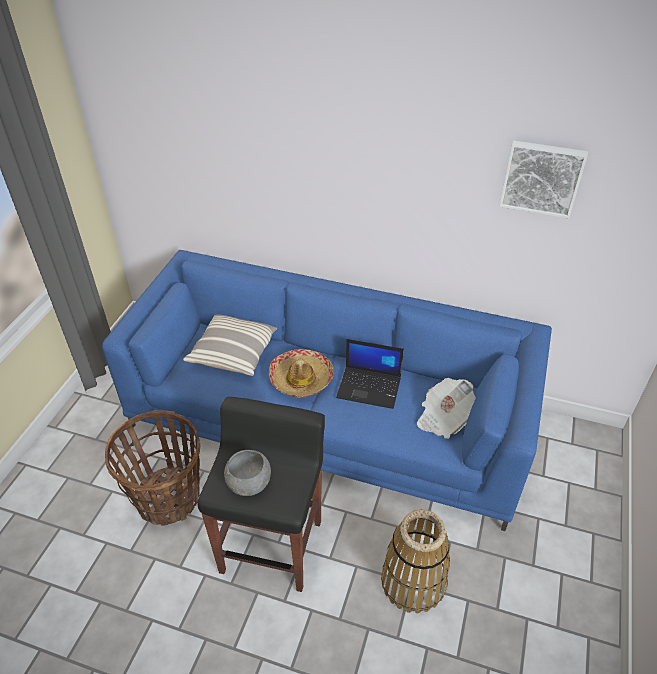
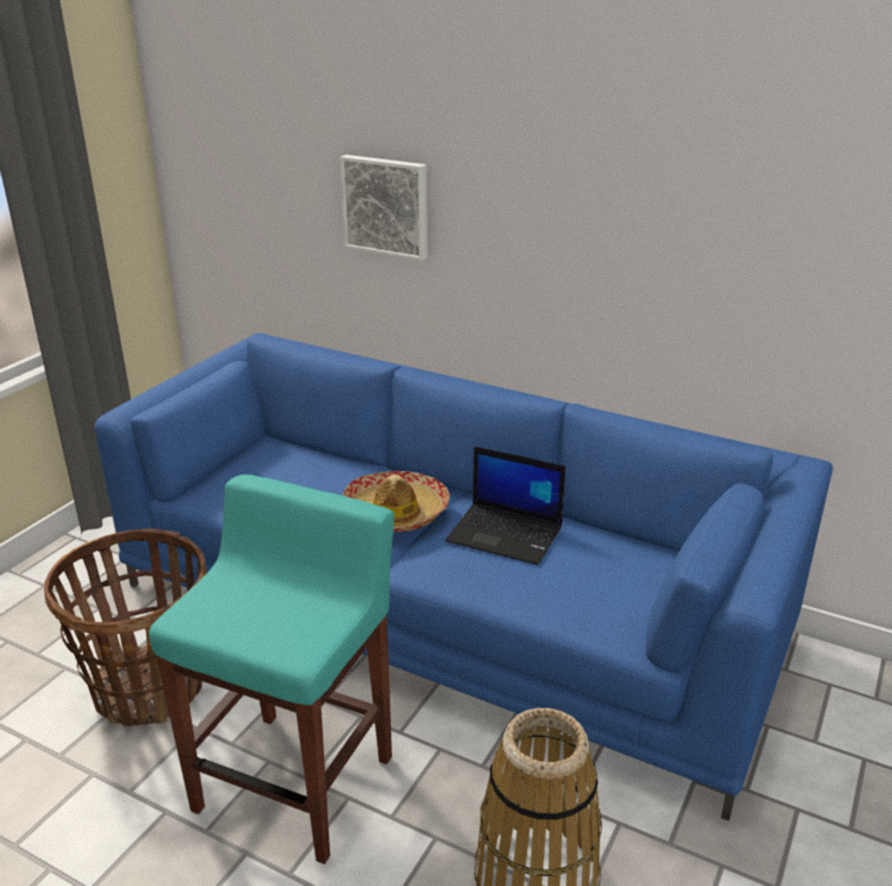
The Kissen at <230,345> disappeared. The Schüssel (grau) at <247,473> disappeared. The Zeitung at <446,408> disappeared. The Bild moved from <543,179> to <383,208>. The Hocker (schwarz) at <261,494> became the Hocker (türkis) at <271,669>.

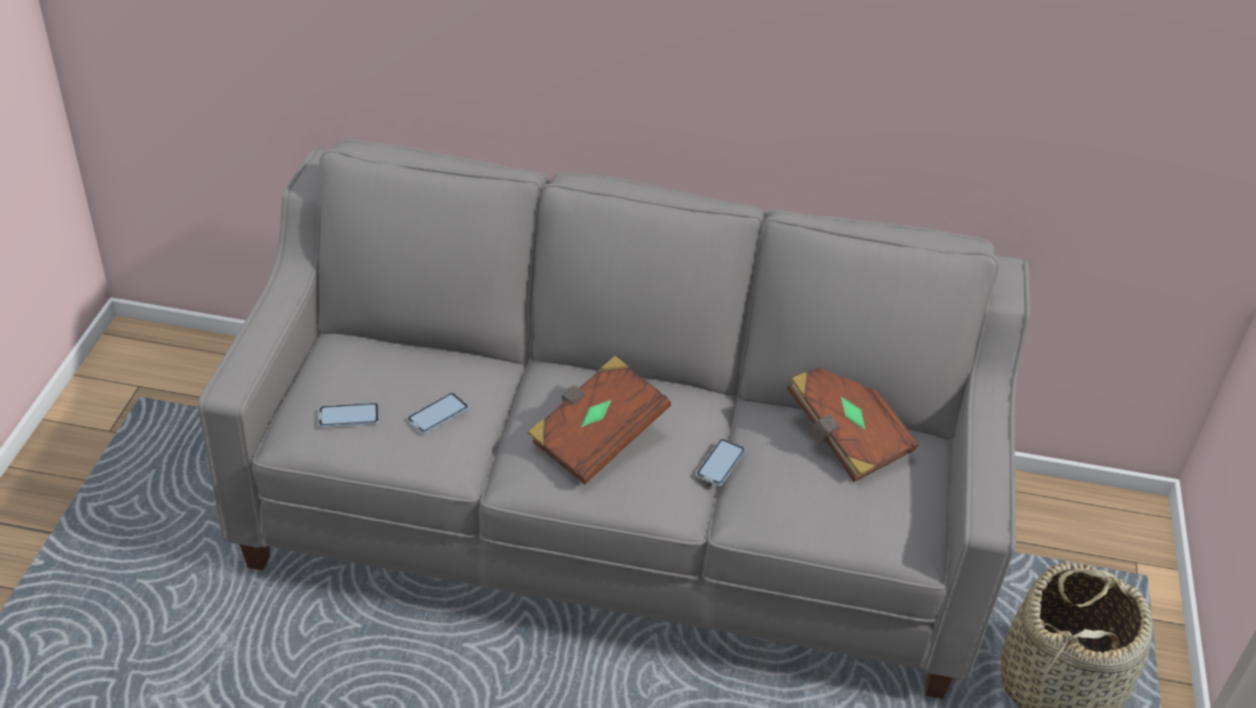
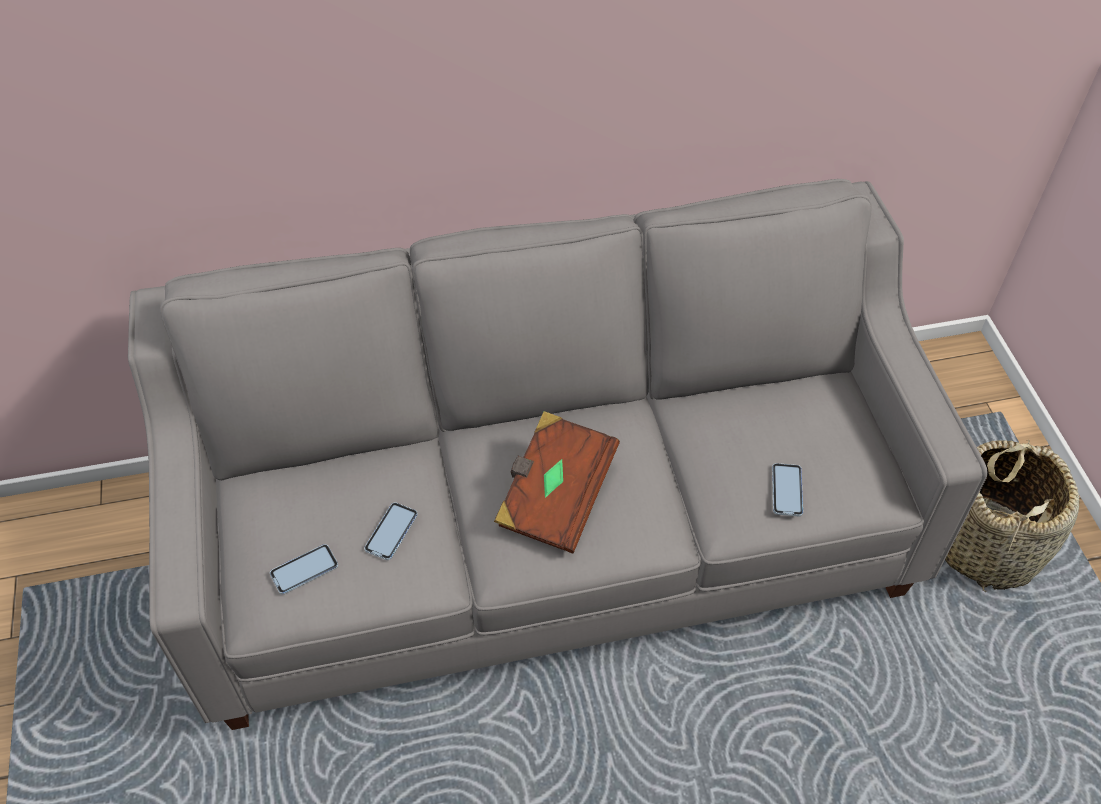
The Buch (braun) at <853,424> disappeared. The Handy moved from <720,462> to <787,489>.

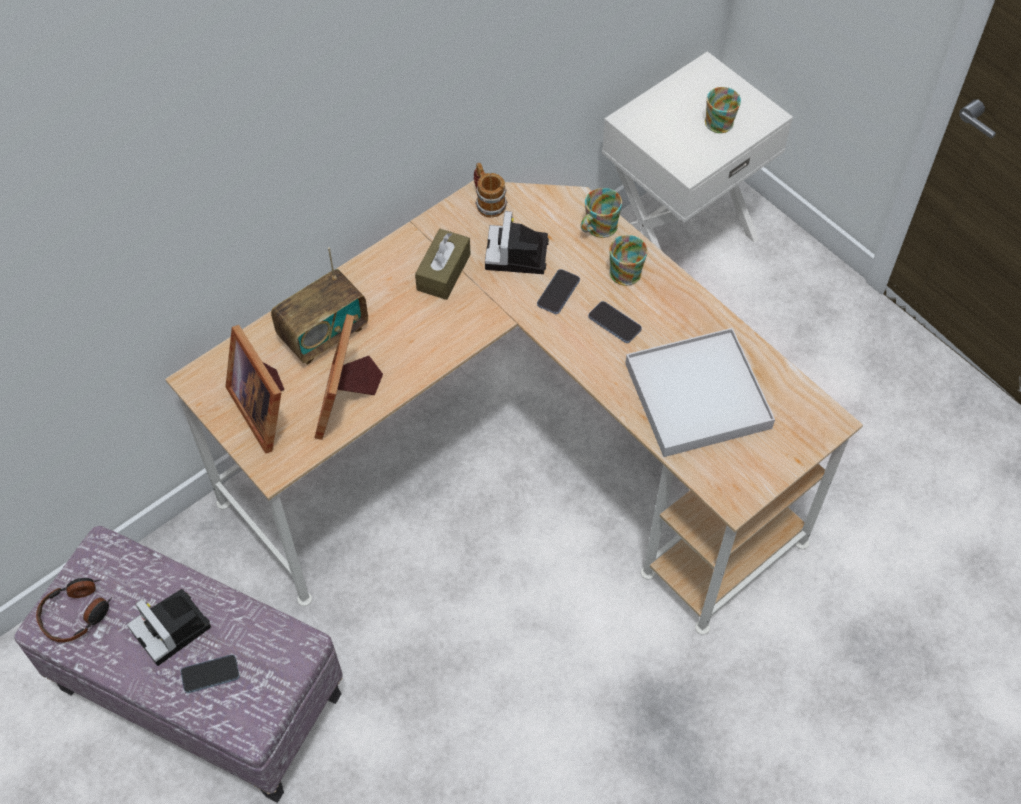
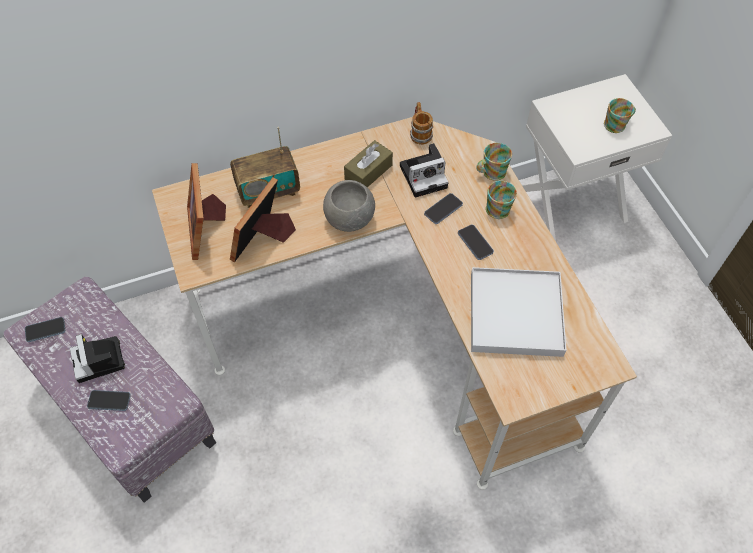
The Schüssel (grau) at <349,206> appeared. The Kopfhörer at <74,610> was replaced by the Handy at <45,329>. The Kamera at <517,242> turned 135 degrees counterclockwise.

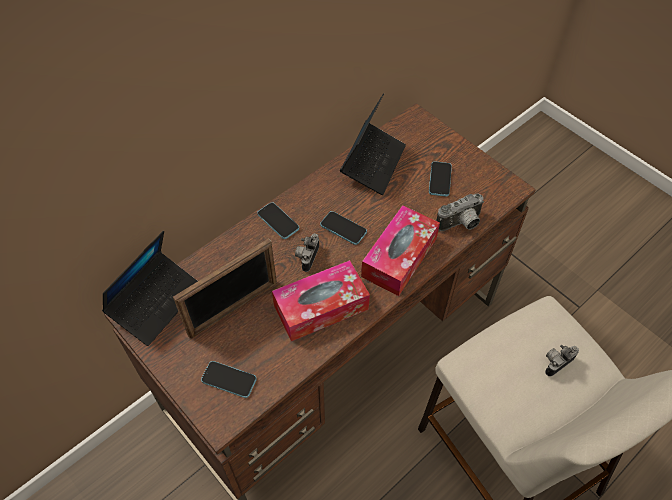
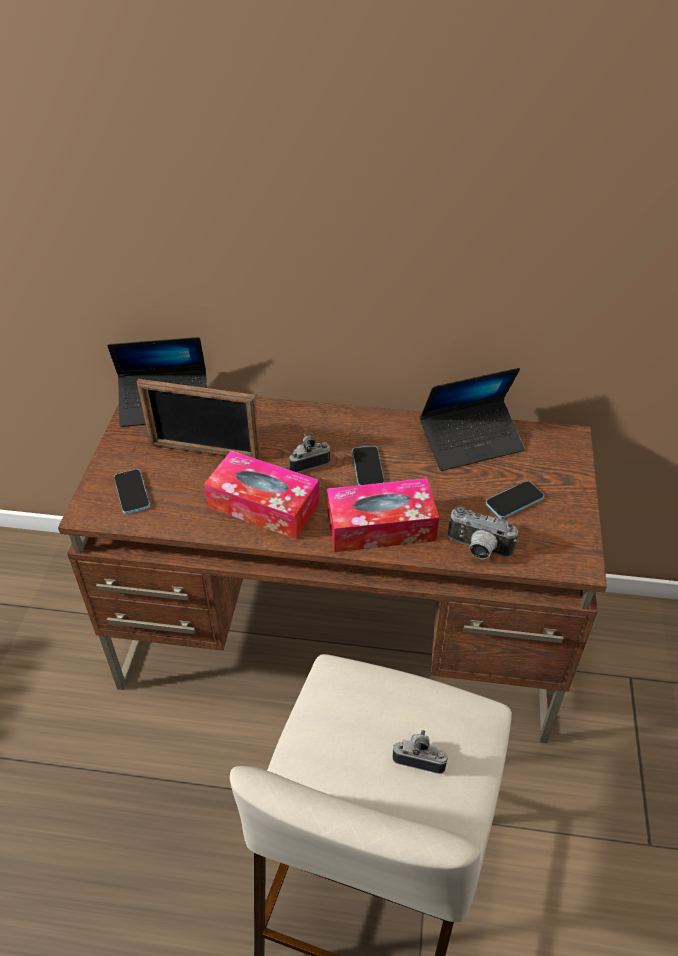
The Handy at <278,220> disappeared.

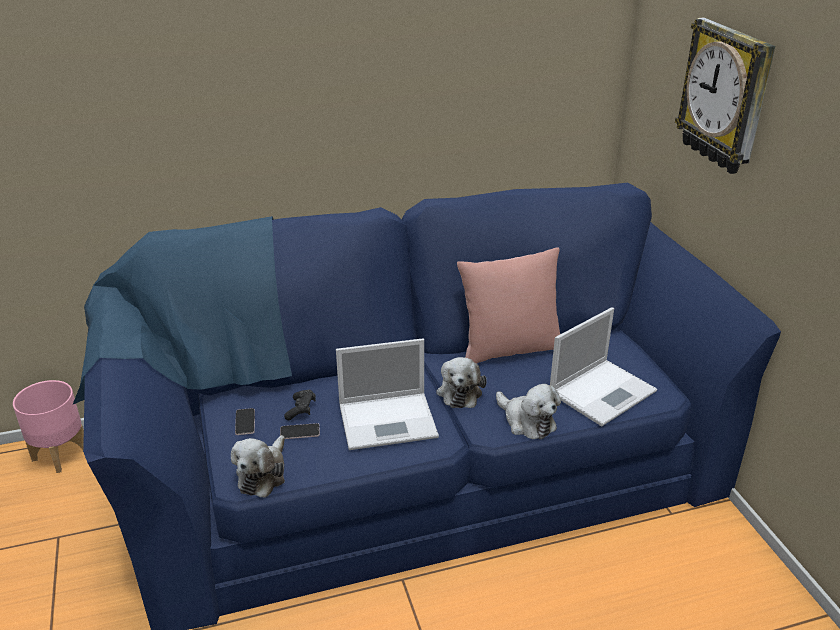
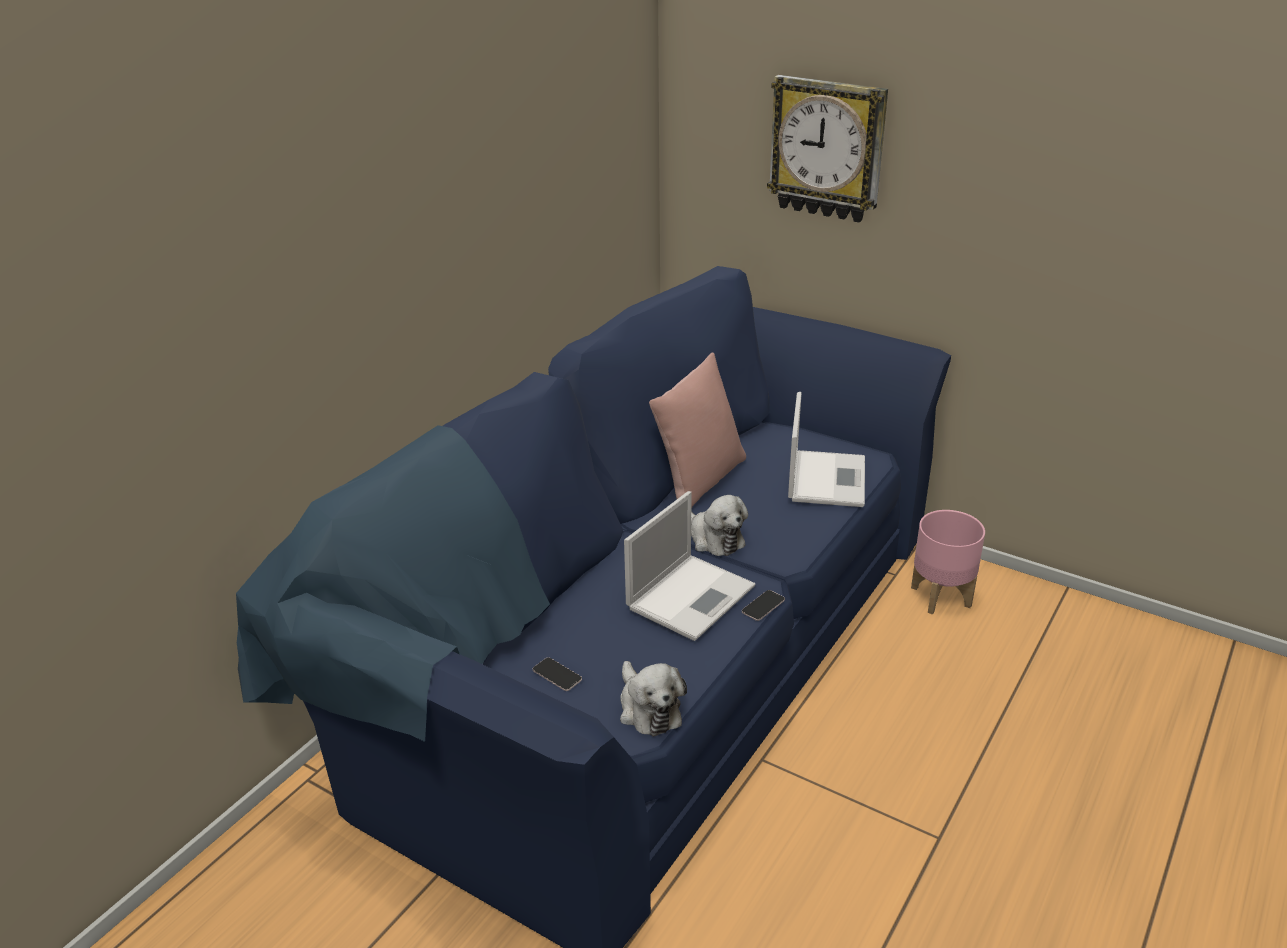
The Gamepad (schwarz) at <300,405> disappeared. The Plüschtier at <528,411> disappeared. The Pflanzkübel (rosa) moved from <48,426> to <948,562>. The Handy moved from <300,431> to <763,605>.

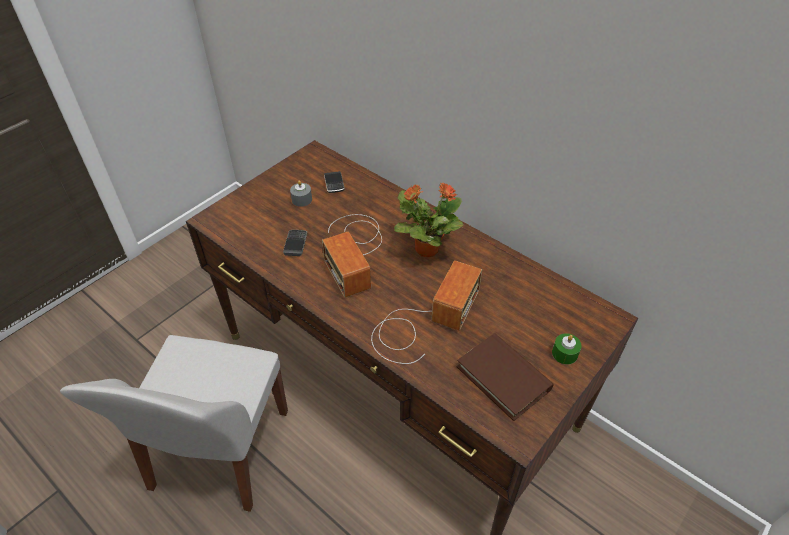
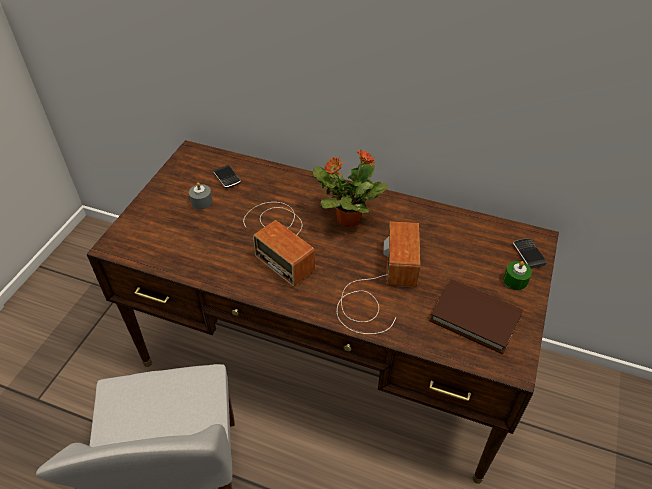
The Handy moved from <295,243> to <530,253>.

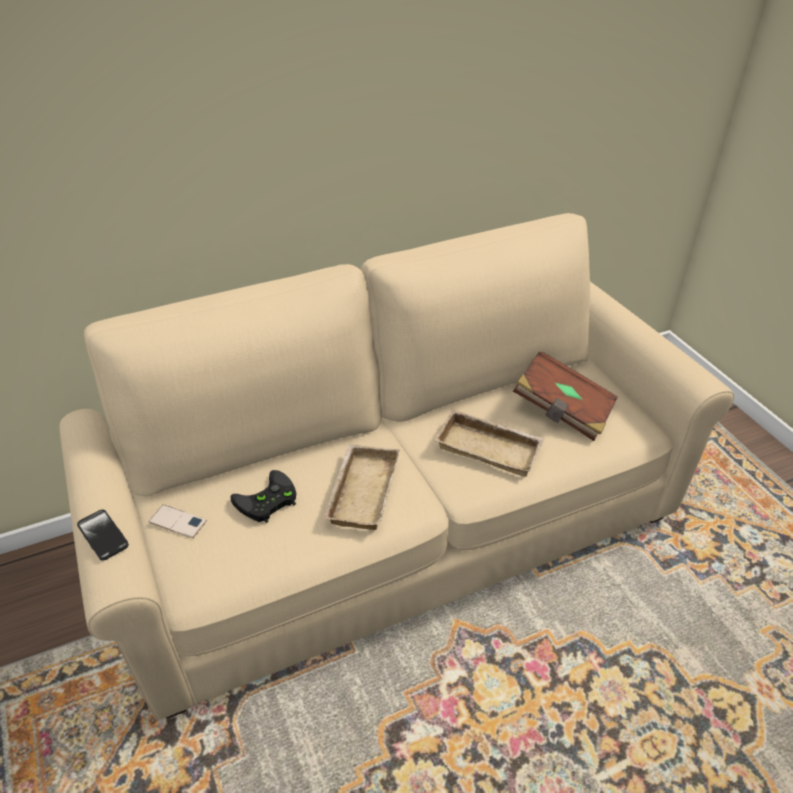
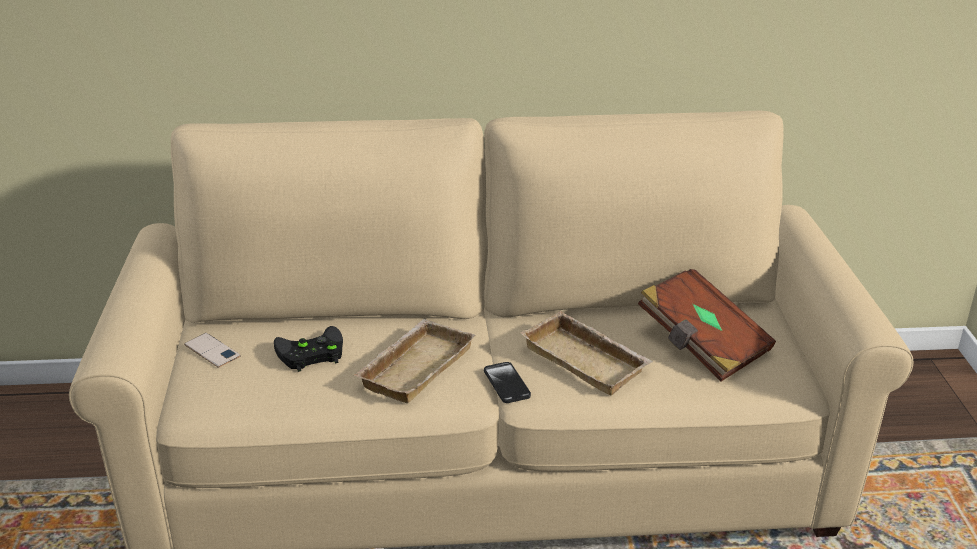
The Handy moved from <103,535> to <507,382>.

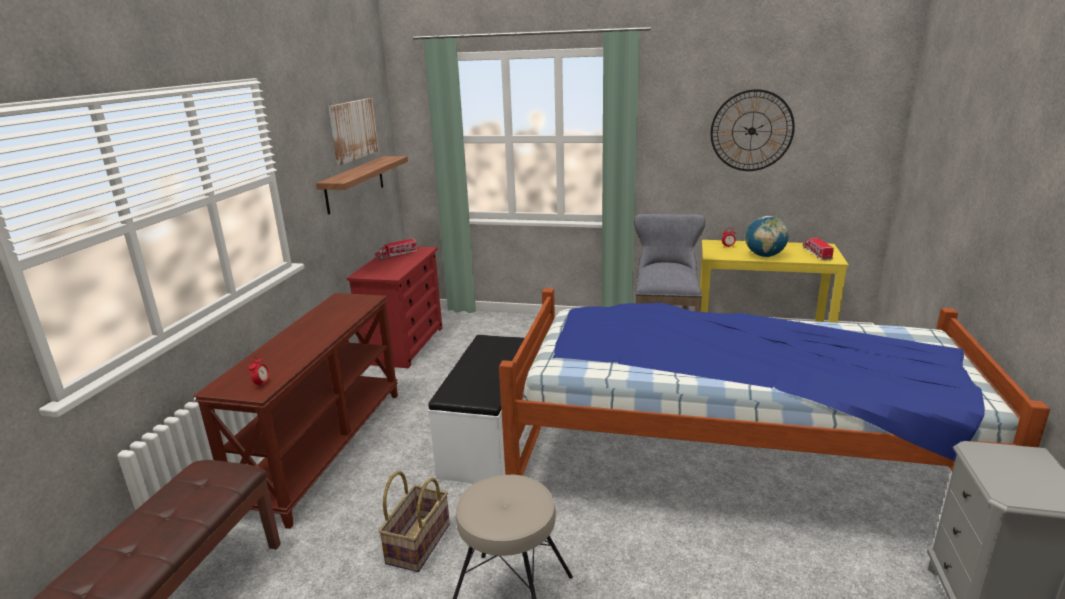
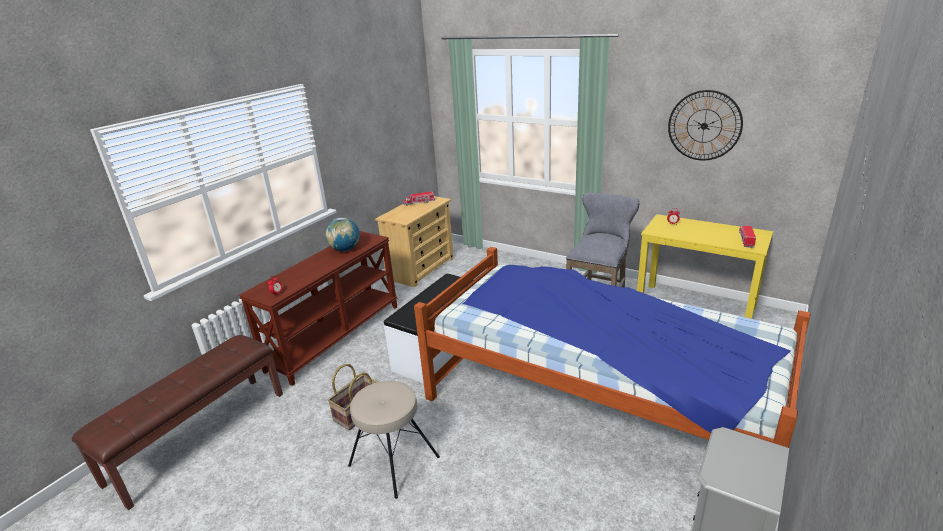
The Wandregal at <362,185> disappeared. The Bild at <353,131> disappeared. The Globus moved from <767,236> to <342,234>. The Kommode (rot) at <394,307> became the Kommode (beige) at <414,241>.

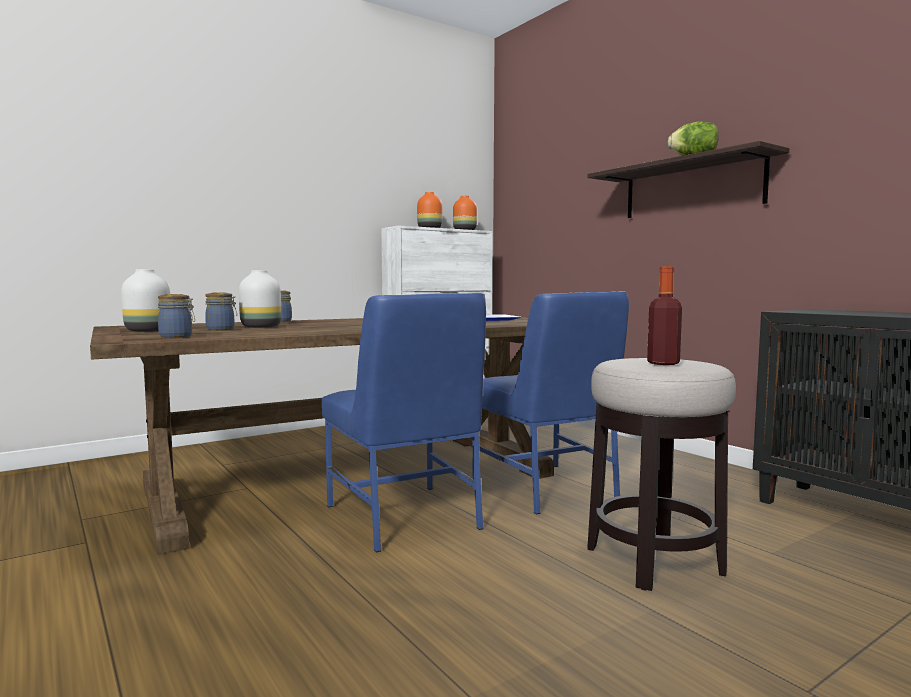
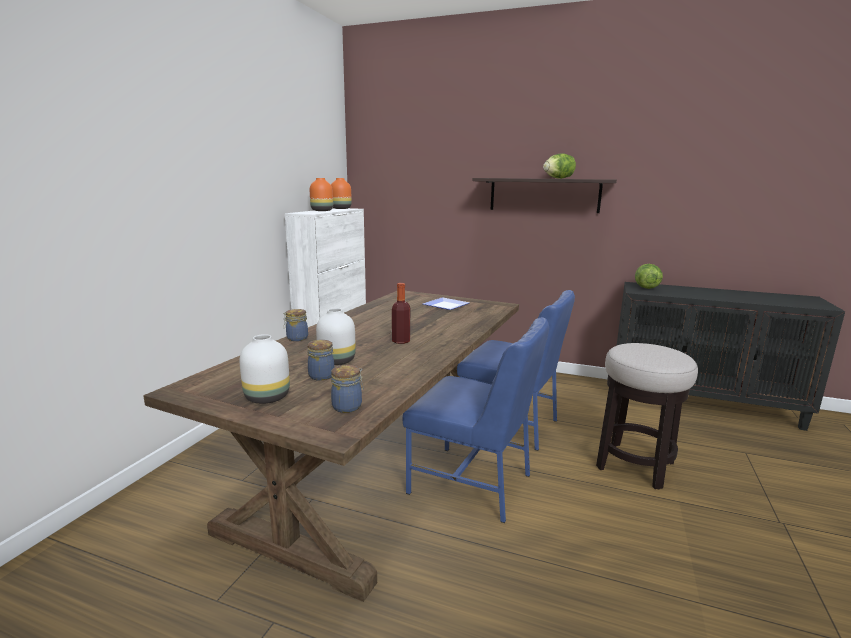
The Salatkopf at <649,276> appeared. The Flasche moved from <664,315> to <401,313>.

